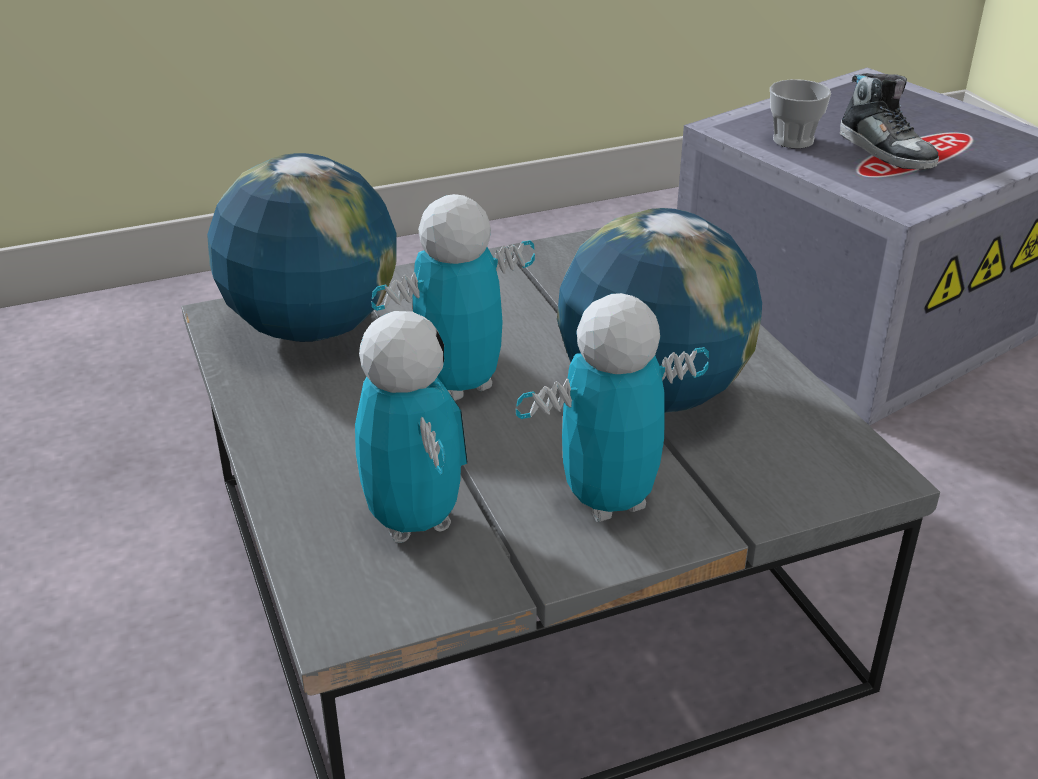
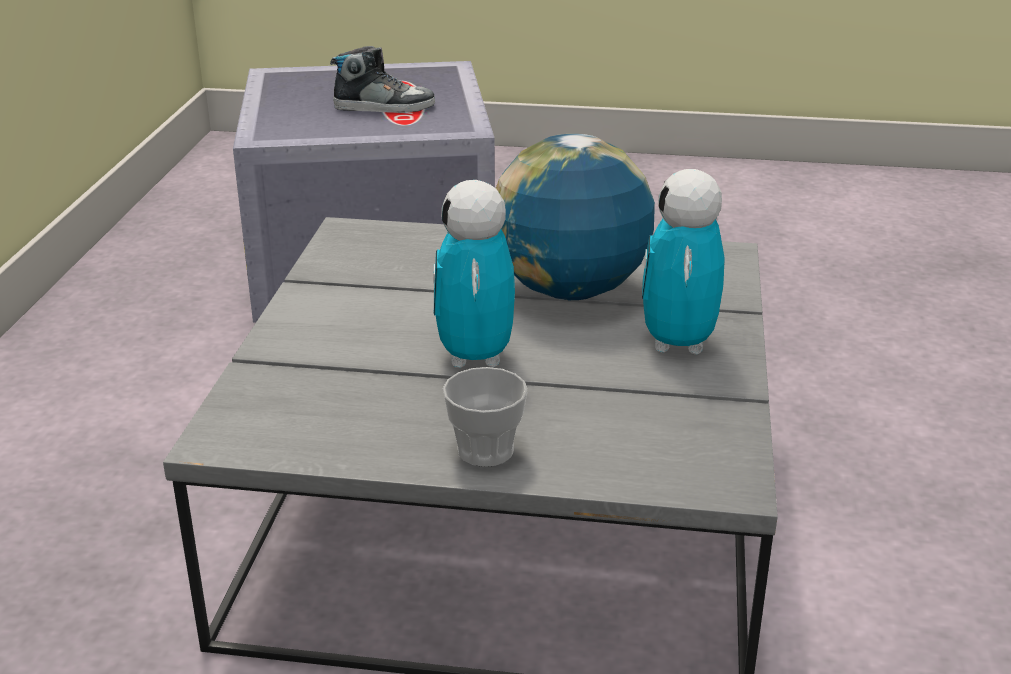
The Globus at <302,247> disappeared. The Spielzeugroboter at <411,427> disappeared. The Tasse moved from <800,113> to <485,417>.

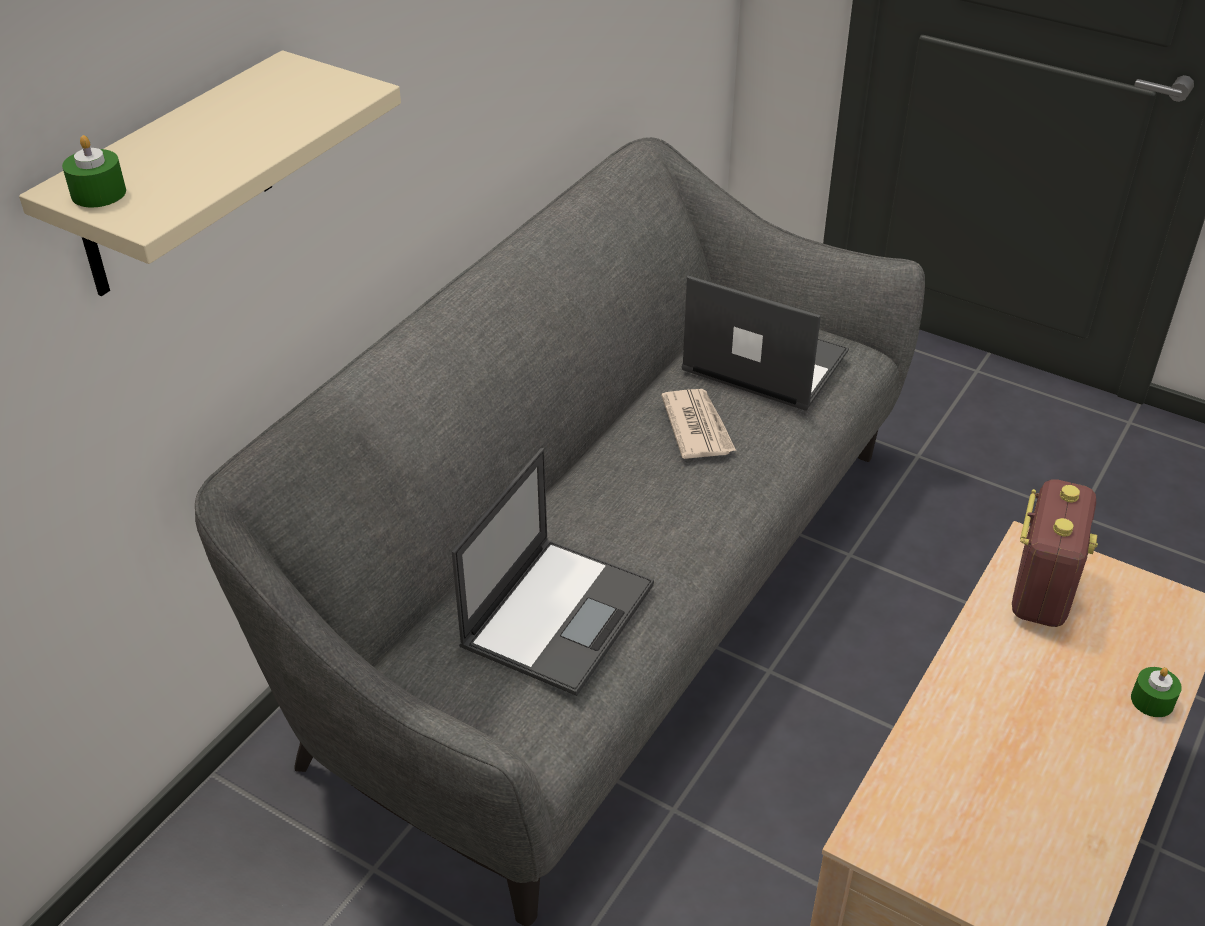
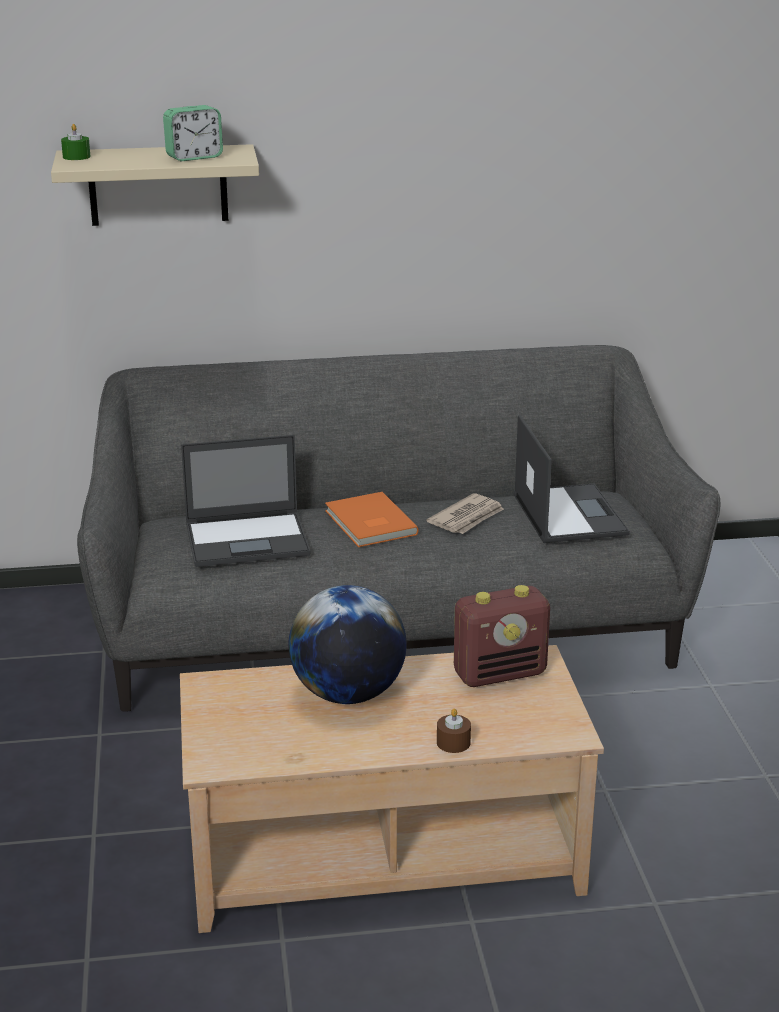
The Wecker at <193,133> appeared. The Globus at <347,644> appeared. The Buch (orange) at <372,519> appeared. The Kerze (grün) at <1156,692> became the Kerze (braun) at <454,730>.

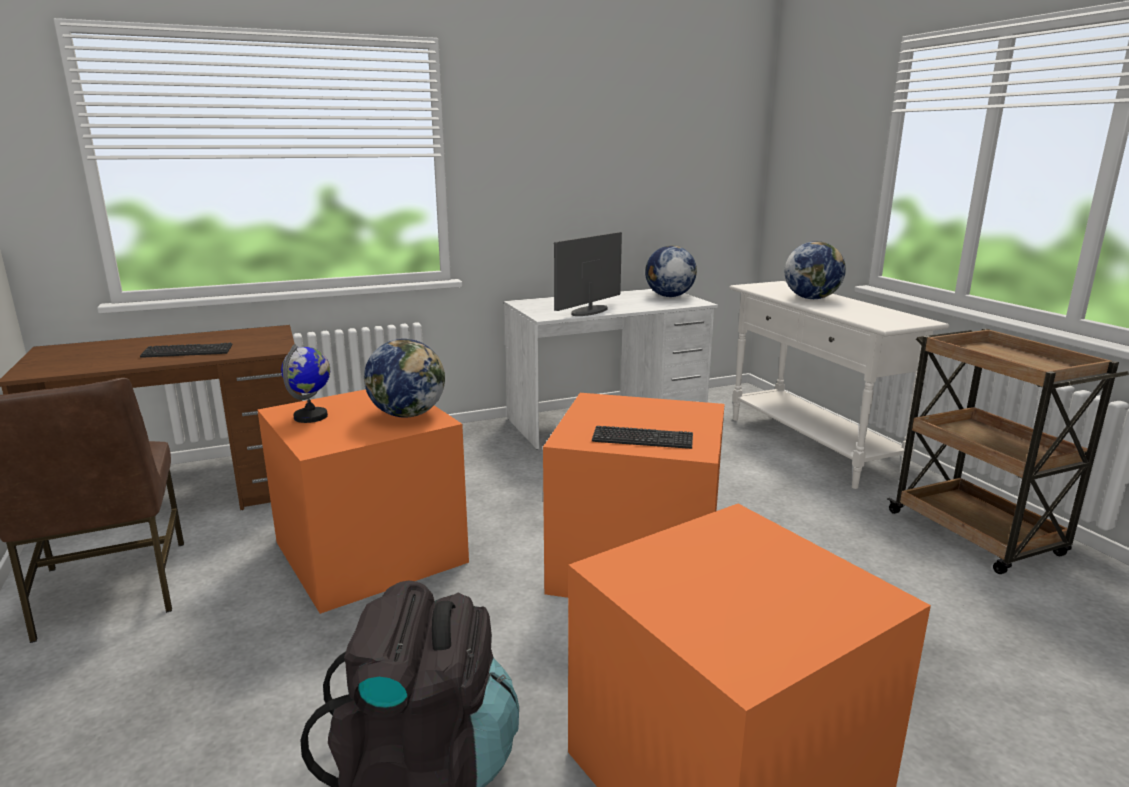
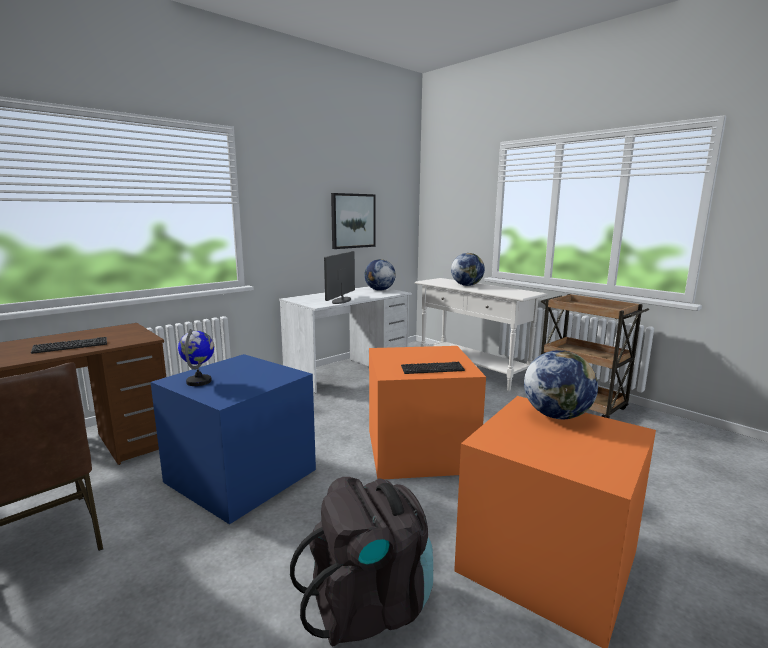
The Bild at <353,221> appeared. The Globus moved from <404,378> to <561,384>. The Aufbewahrungsbox (orange) at <363,501> became the Aufbewahrungsbox (blau) at <233,439>.

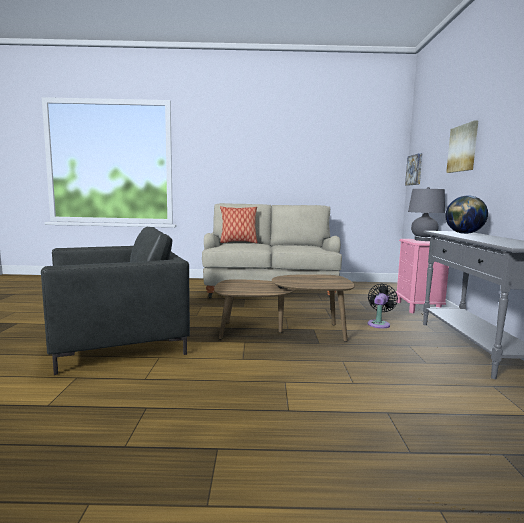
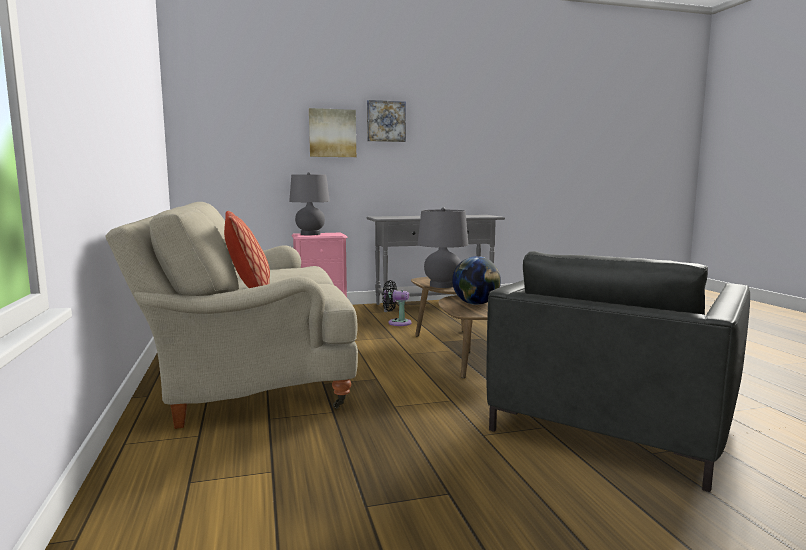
The Tischlampe (grau) at <442,247> appeared. The Bild moved from <414,169> to <386,121>. The Globus moved from <466,214> to <476,280>. The Sessel (grau) at <115,301> turned 105 degrees counterclockwise.

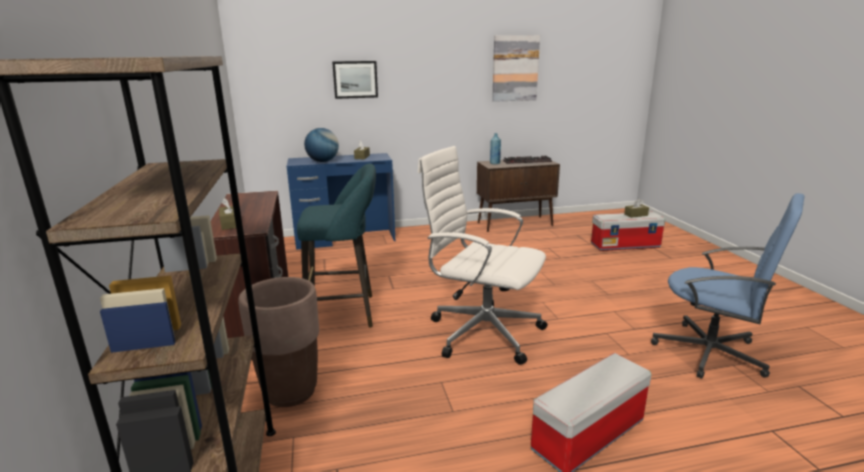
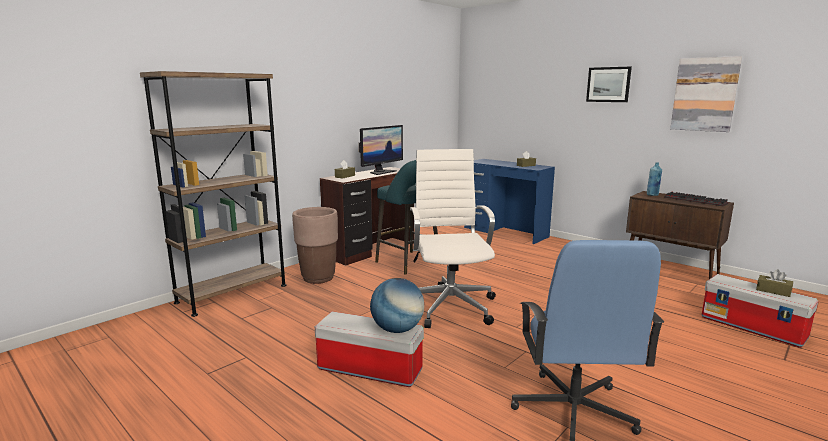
The Monitor at <381,150> appeared. The Globus moved from <321,145> to <397,305>. The Bild moved from <355,80> to <609,84>.

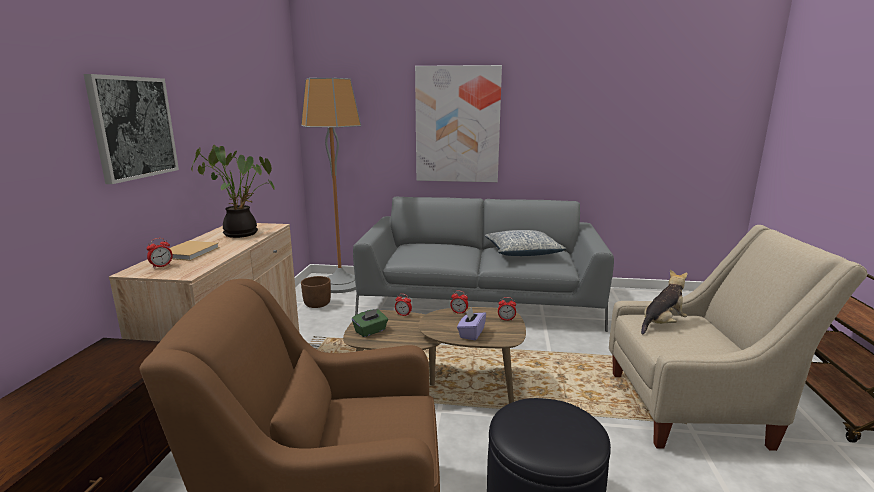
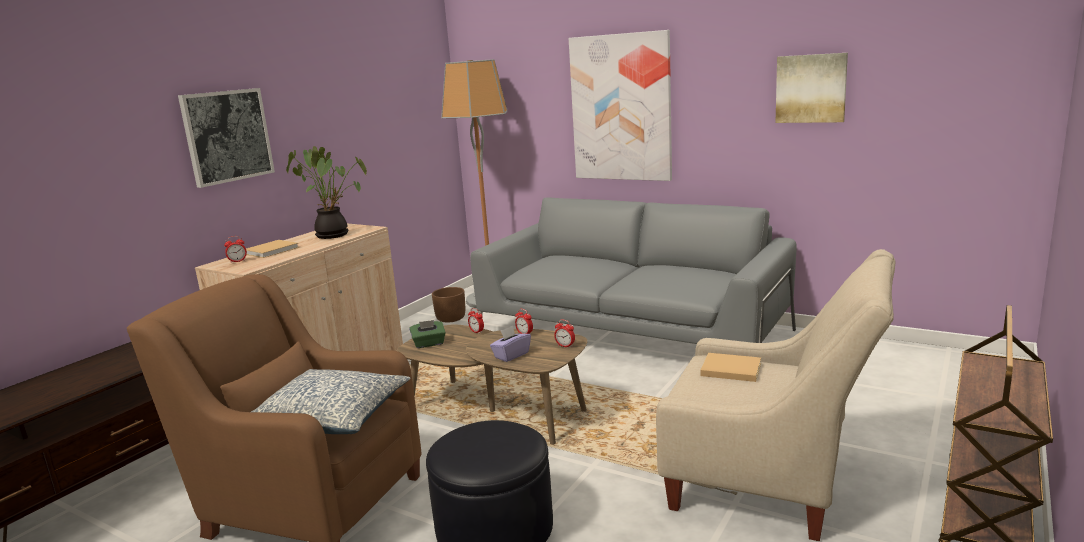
The Bild at <812,88> appeared. The Kissen moved from <525,243> to <330,401>. The Plüschtier at <664,302> was replaced by the Buch (beige) at <730,367>.

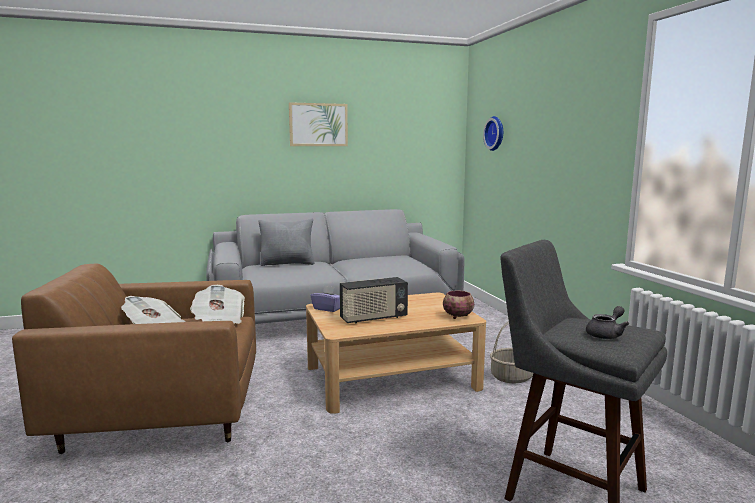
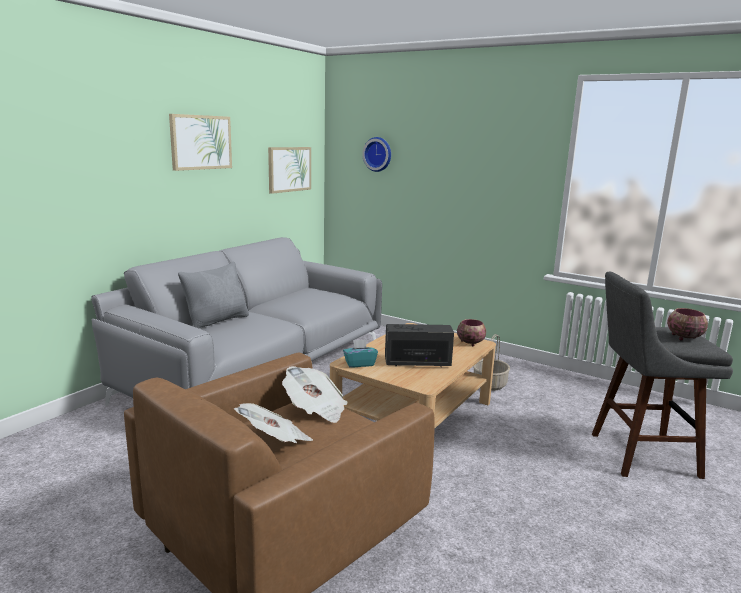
The Bild at <289,170> appeared. The Teekanne (grau) at <607,322> was replaced by the Schüssel at <687,324>. The Taschentuchbox (lila) at <325,298> became the Taschentuchbox (türkis) at <360,353>. The Radio at <374,300> turned 120 degrees counterclockwise.

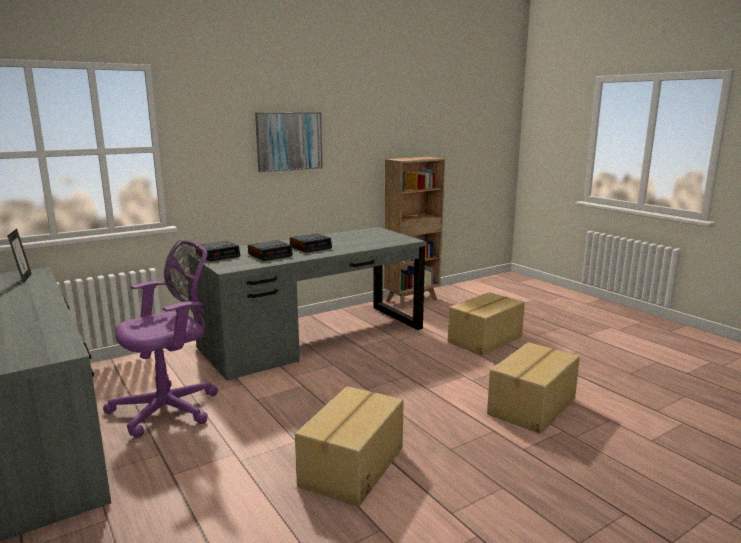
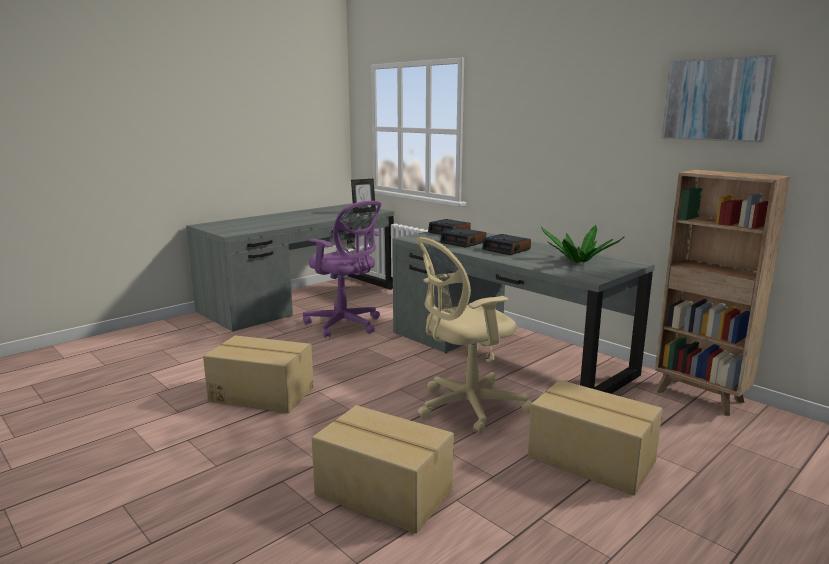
The Bürostuhl (beige) at <474,335> appeared. The Topfpflanze at <583,244> appeared. The Bild moved from <289,142> to <719,98>.

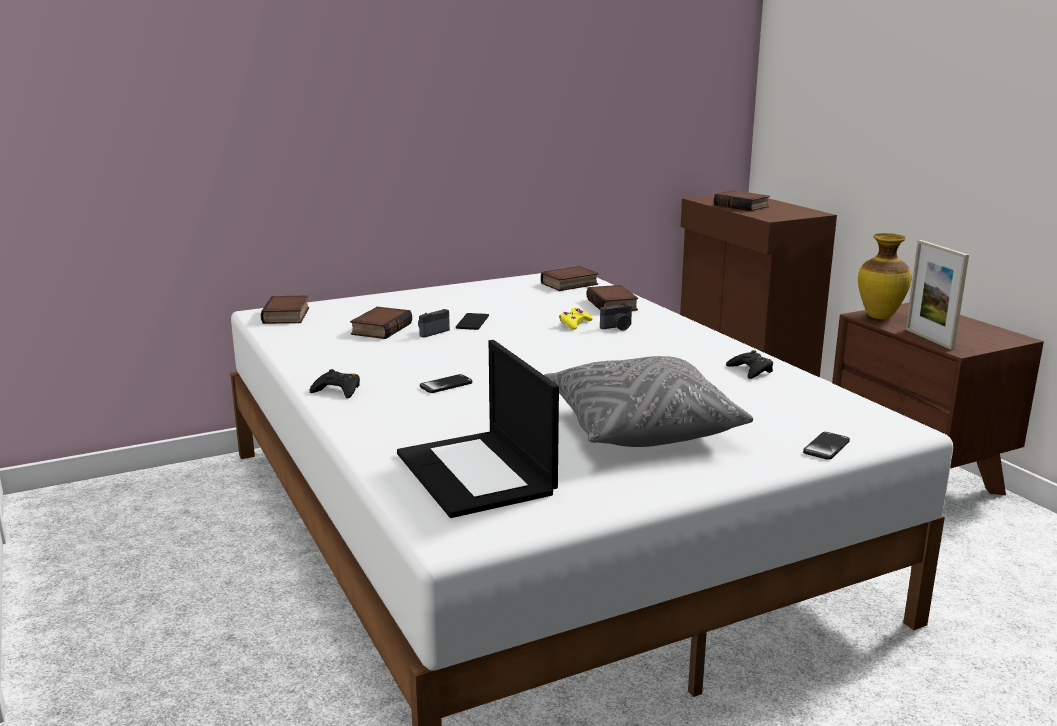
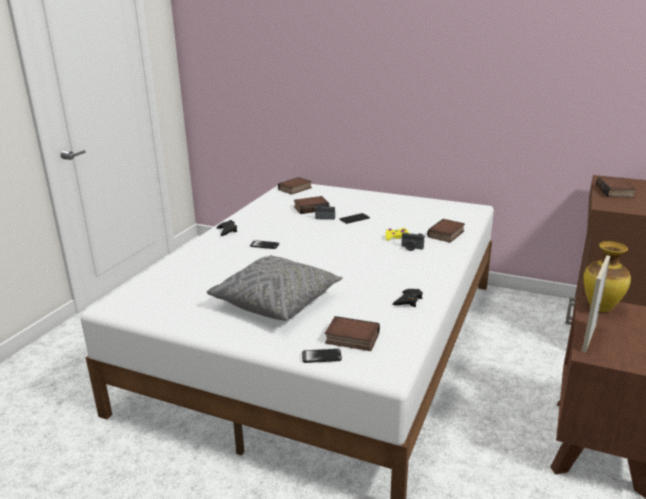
The Laptop at <478,429> disappeared. The Buch moved from <570,278> to <352,333>.

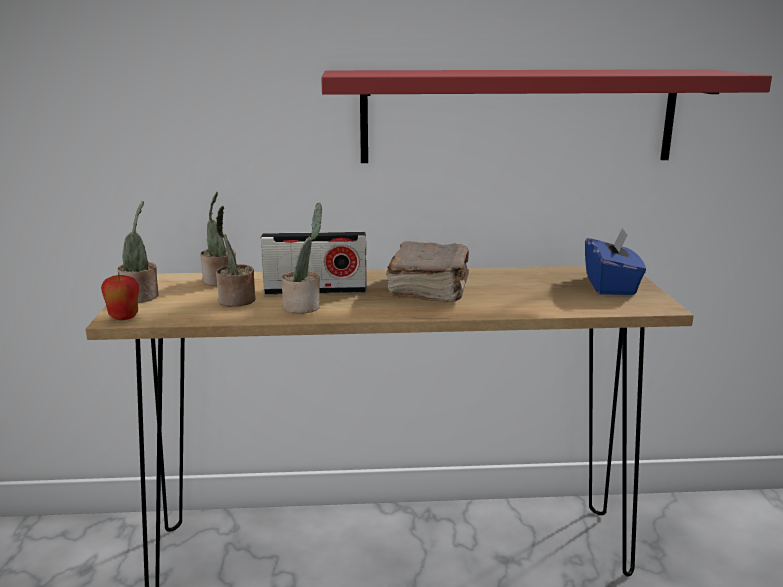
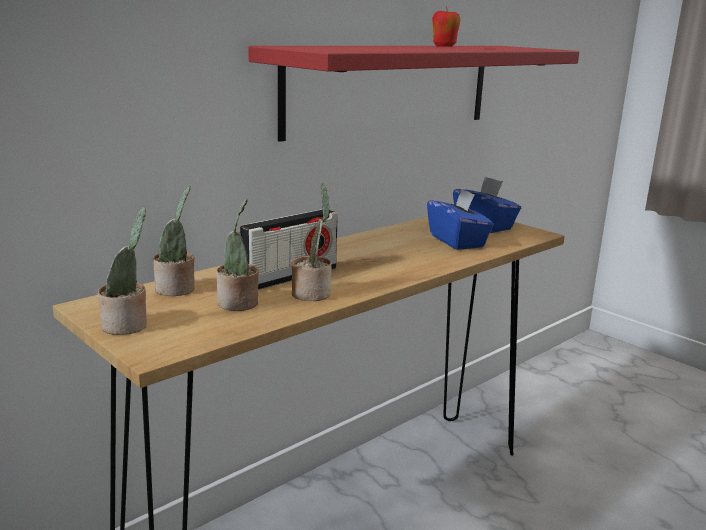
The Buch (braun) at <427,272> disappeared. The Taschentuchbox (blau) at <460,219> appeared. The Apfel moved from <120,296> to <446,27>.

